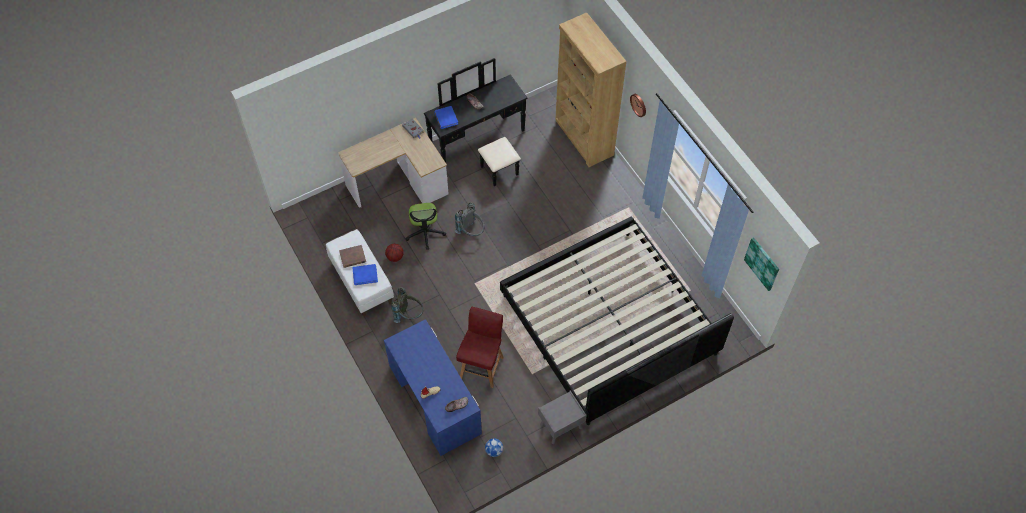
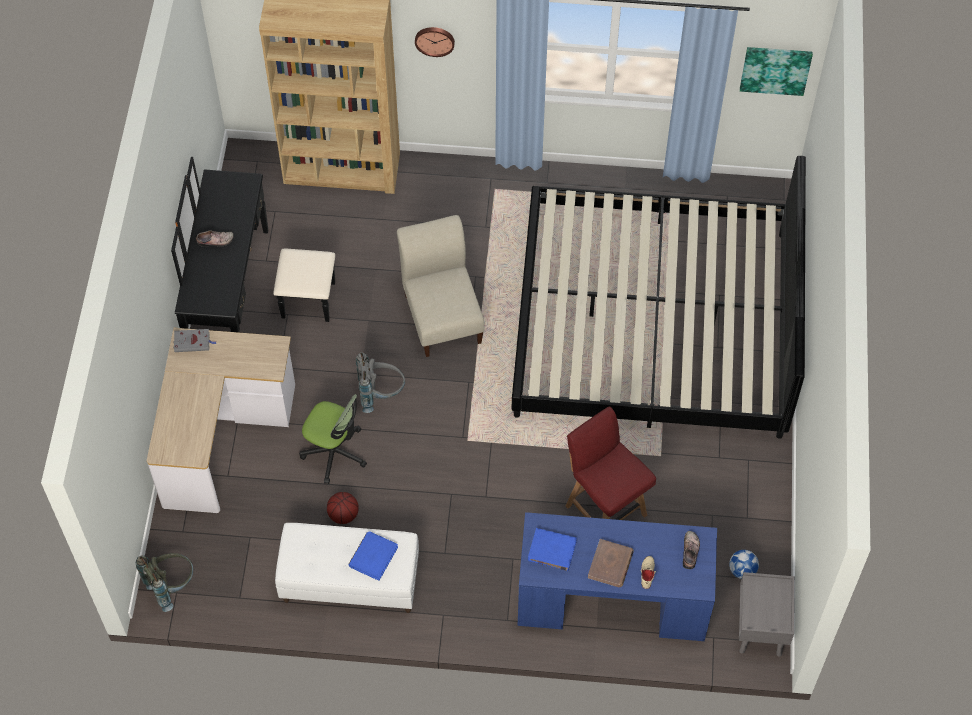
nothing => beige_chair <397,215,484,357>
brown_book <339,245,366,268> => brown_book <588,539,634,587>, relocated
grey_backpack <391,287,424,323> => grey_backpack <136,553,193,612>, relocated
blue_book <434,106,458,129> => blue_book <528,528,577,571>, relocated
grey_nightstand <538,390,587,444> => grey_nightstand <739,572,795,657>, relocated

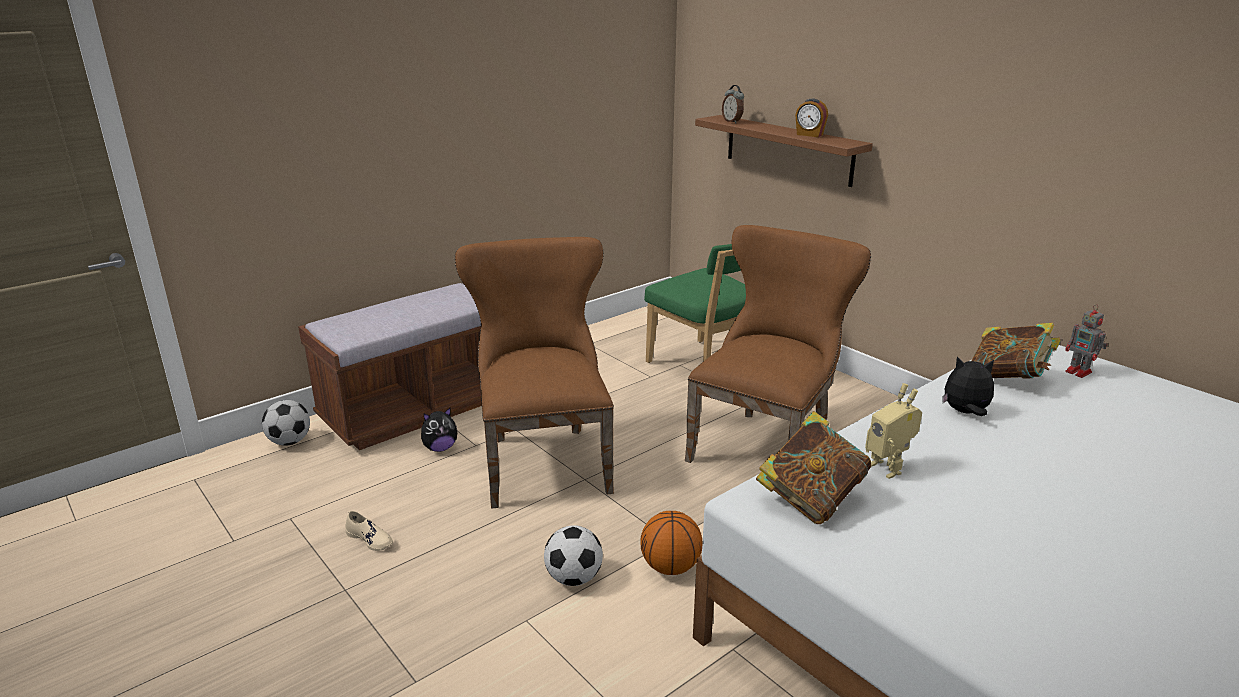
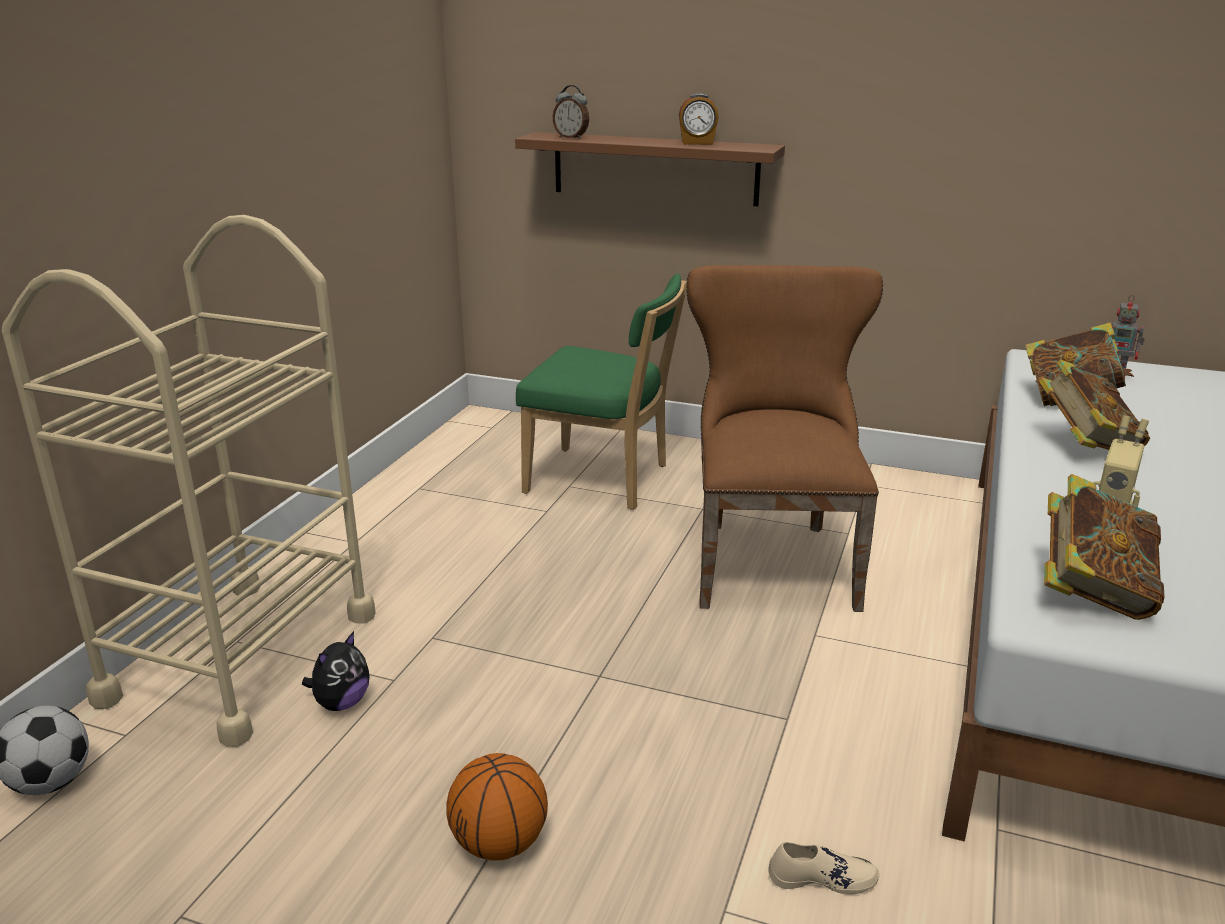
brown_chair <455,237,614,509> => nothing
football <544,525,603,586> => nothing
beige_shoe <345,511,393,551> => beige_shoe <768,842,879,895>, relocated
basketball <641,511,703,575> => basketball <446,753,548,861>, relocated
brown_bench <298,283,482,450> => beige_cart <2,215,376,747>
plush_toy <942,357,994,416> => book <1038,359,1150,450>

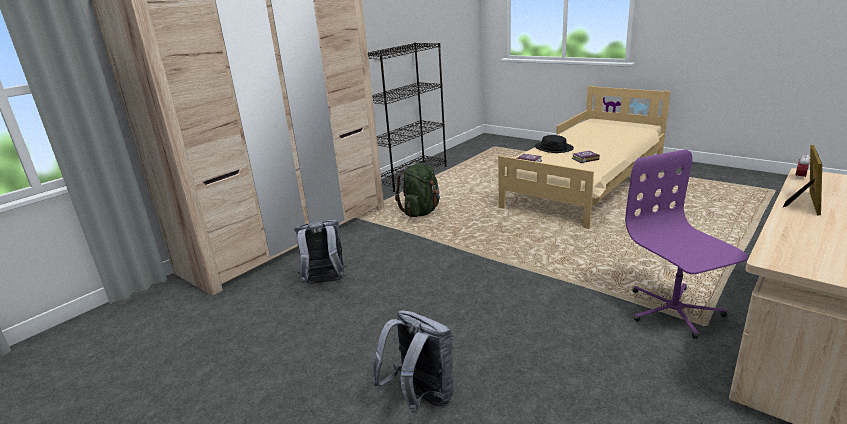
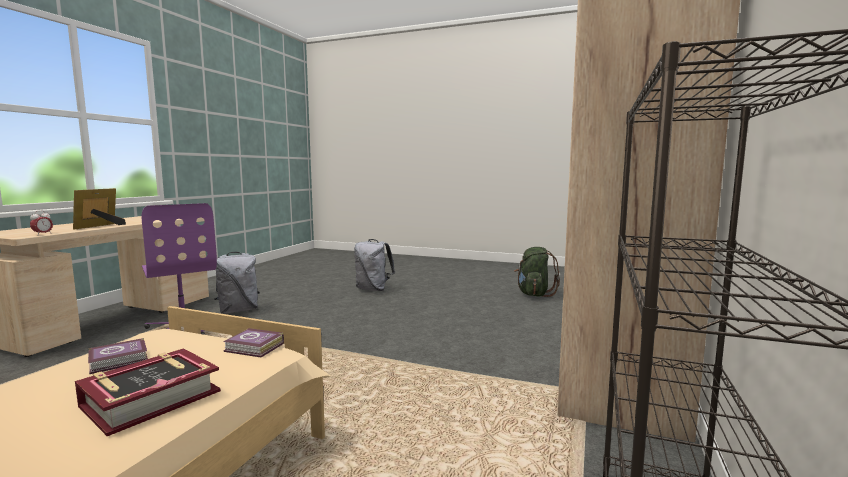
grey_backpack <294,220,348,284> => grey_backpack <214,252,260,314>, relocated
green_backpack <395,164,440,217> => green_backpack <514,247,560,297>, relocated
black_hat <535,135,574,153> => book <75,348,221,436>

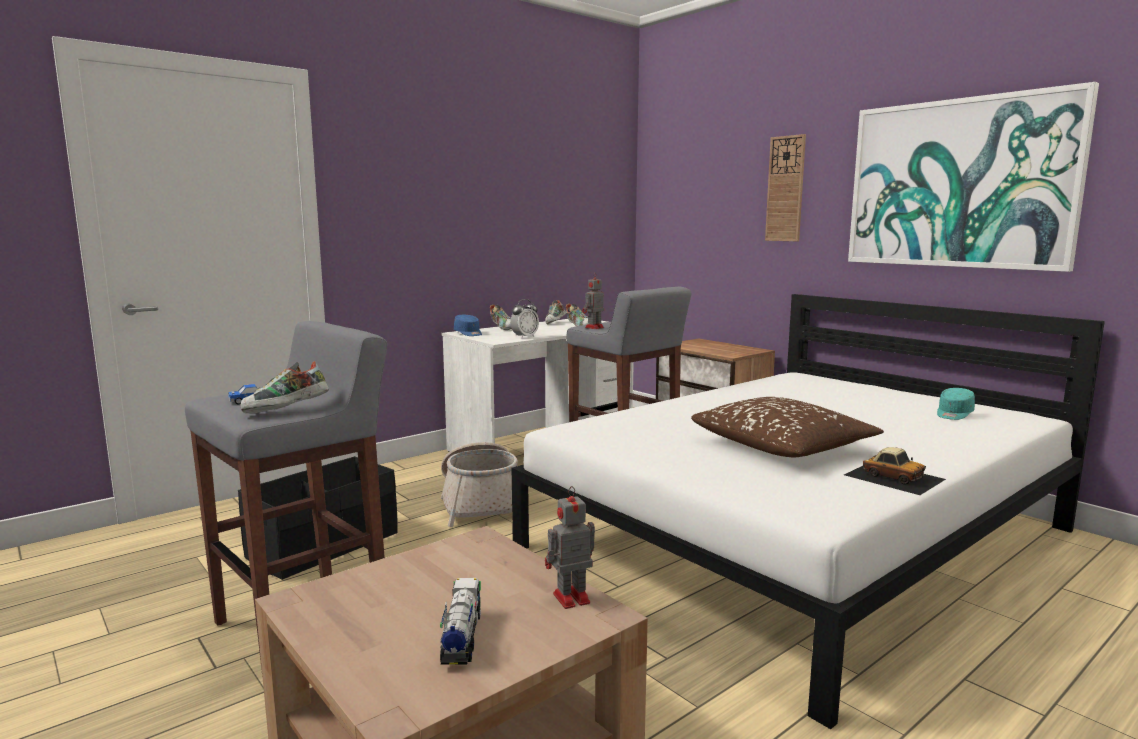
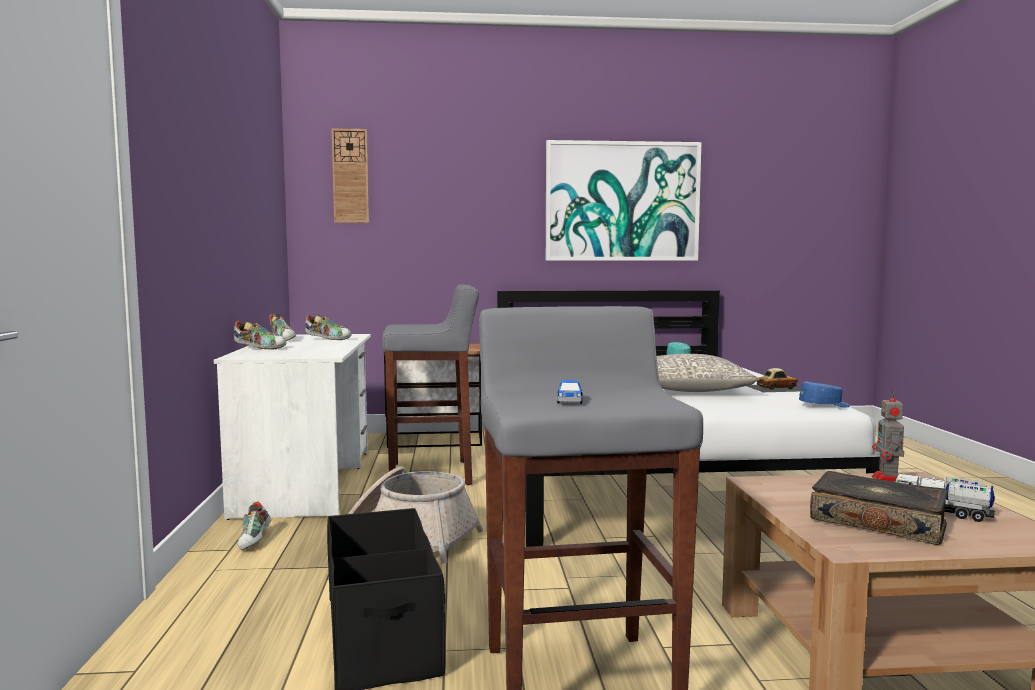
alarm_clock <510,299,539,339> => nothing
toy_robot <582,273,604,329> => nothing
nothing => book <810,471,948,545>
shoe <241,361,329,413> => shoe <238,501,271,550>, relocated
blue_cap <454,315,482,336> => blue_cap <799,382,851,408>, relocated
wall_clock <765,134,806,241> => wall_clock <332,128,369,223>, relocated
brown_pillow <691,397,884,458> => grey_pillow <657,354,760,392>

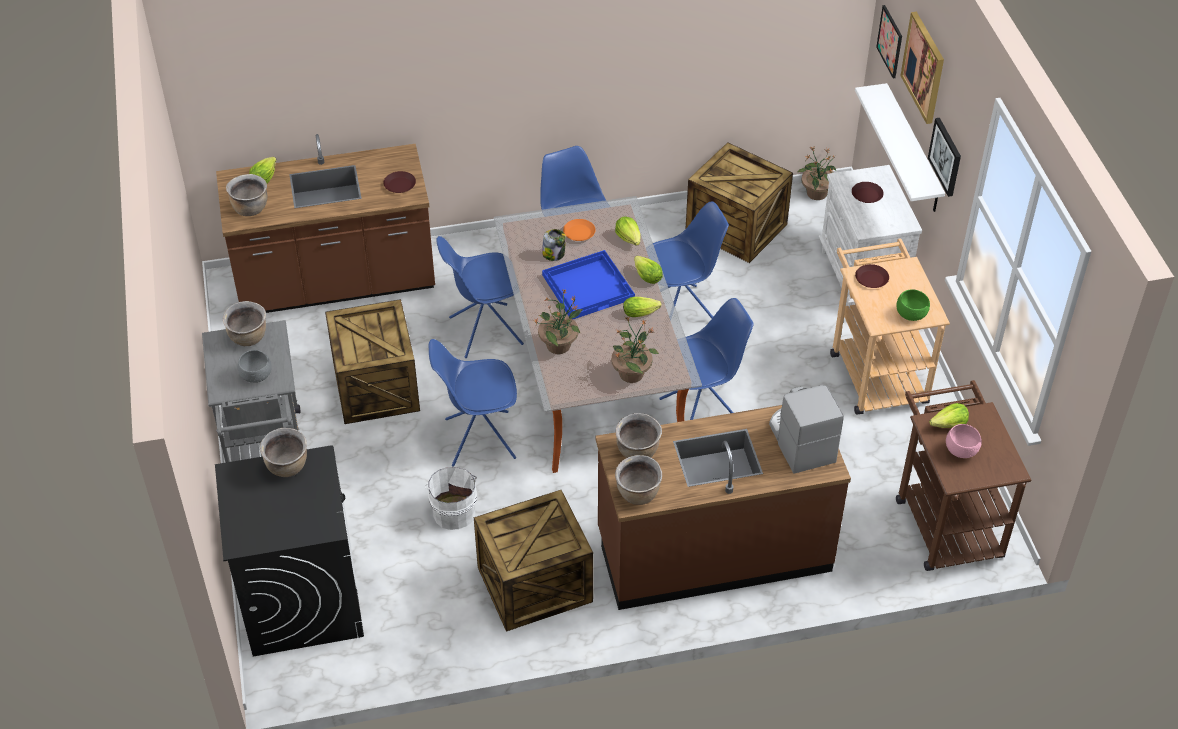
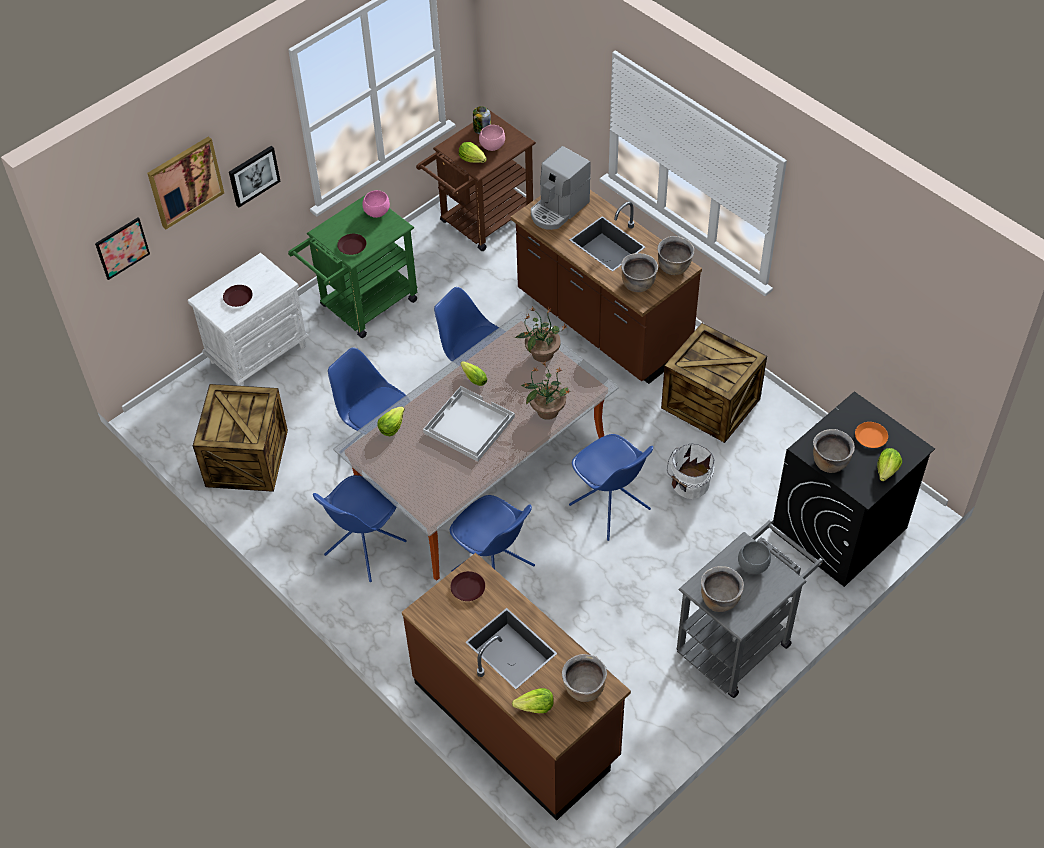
crate <325,299,420,424> => nothing
potted_plant <797,147,836,200> => nothing
white_shelf <855,83,945,212> => nothing
jar <542,229,566,261> => jar <473,106,491,134>, relocated
orange_plate <563,219,595,241> => orange_plate <855,422,888,448>, relocated
lettuce <634,256,663,284> => lettuce <877,448,902,481>, relocated
blue_tray <542,250,635,319> => white_tray <423,386,515,462>
beige_cart <830,238,950,415> => green_cart <288,193,418,338>
green_bowl <896,289,930,321> => pink_bowl <363,190,390,218>

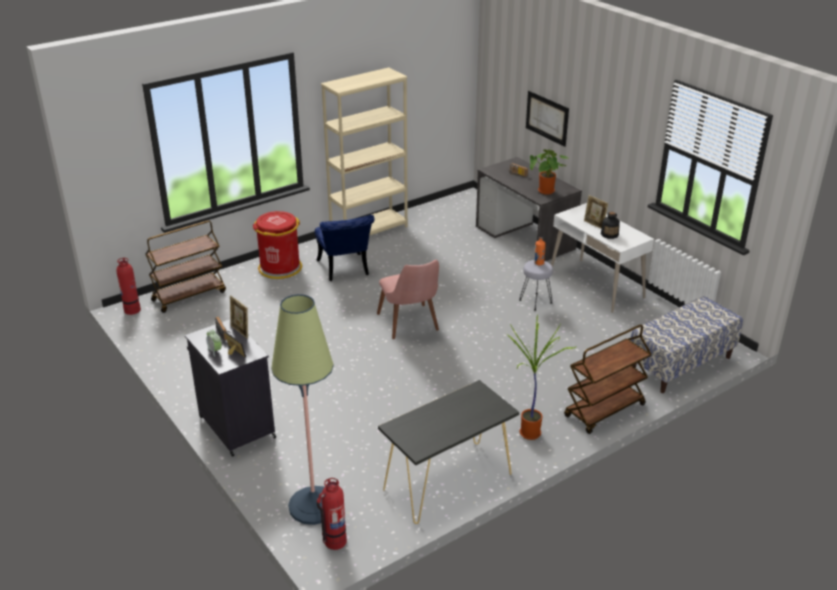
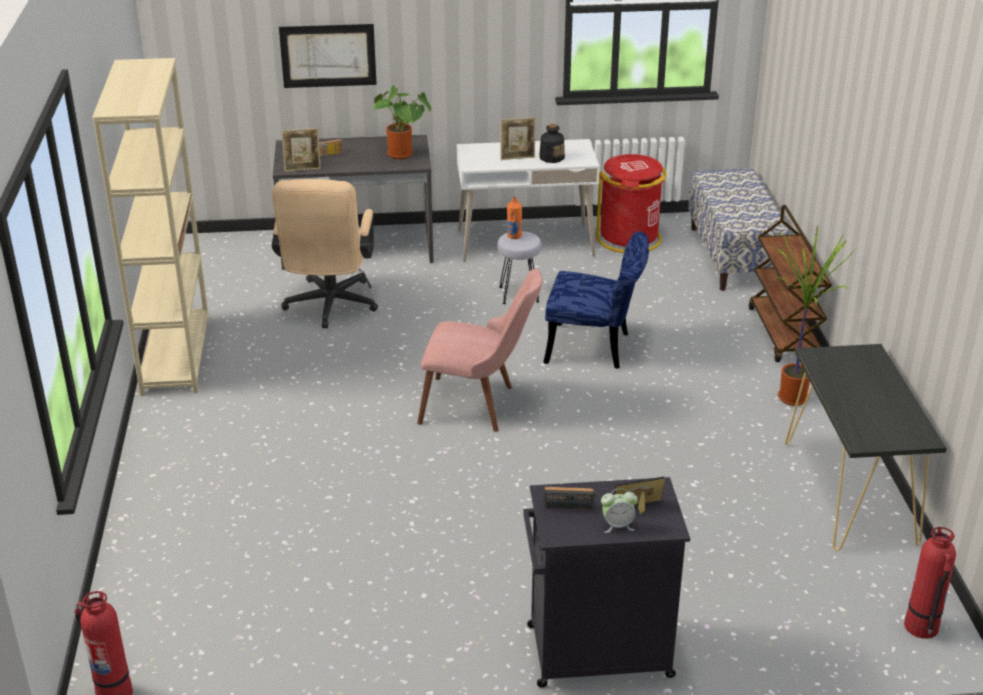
brown_cart <145,220,226,313> => nothing
floor_lamp <271,294,334,525> => nothing
nothing => beige_office_chair <272,179,378,328>
picture_frame <230,295,248,339> => picture_frame <282,128,321,172>, relocated
red_trash_can <253,211,302,279> => red_trash_can <596,154,667,253>, relocated
blue_chair <315,215,374,281> => blue_chair <544,231,649,369>, relocated

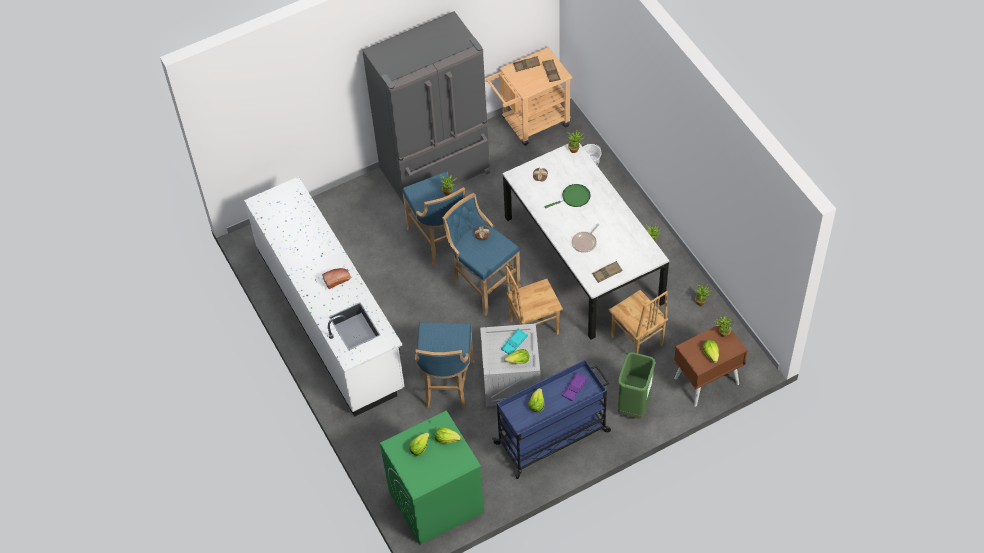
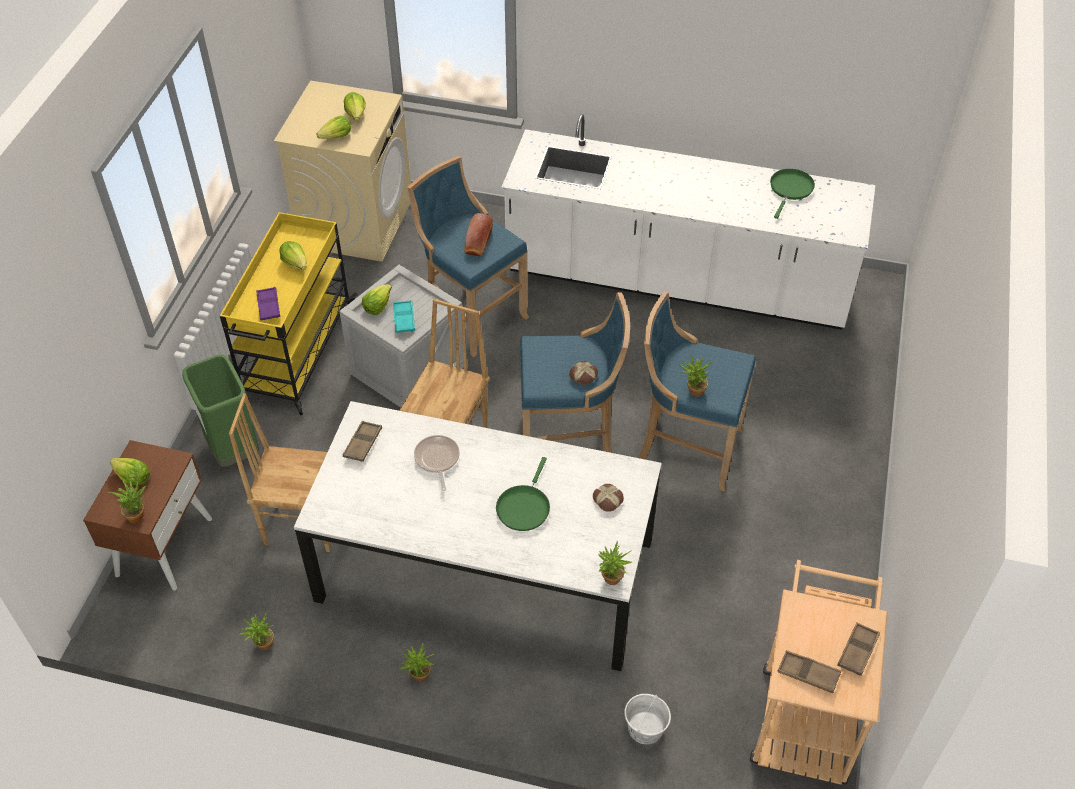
grey_fridge <362,11,490,204> => nothing
nothing => green_frying_pan <770,169,815,219>
bread <322,268,351,289> => bread <464,213,493,256>, relocated
green_washing_machine <380,410,484,545> => beige_washing_machine <274,80,411,262>
blue_cart <492,360,611,479> => yellow_cart <220,212,358,415>

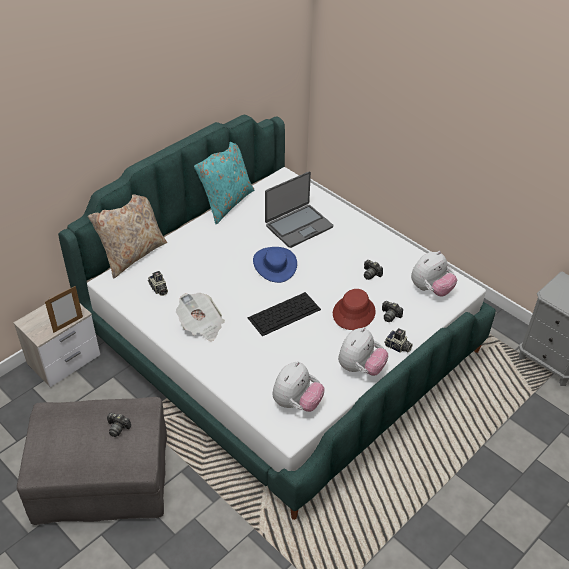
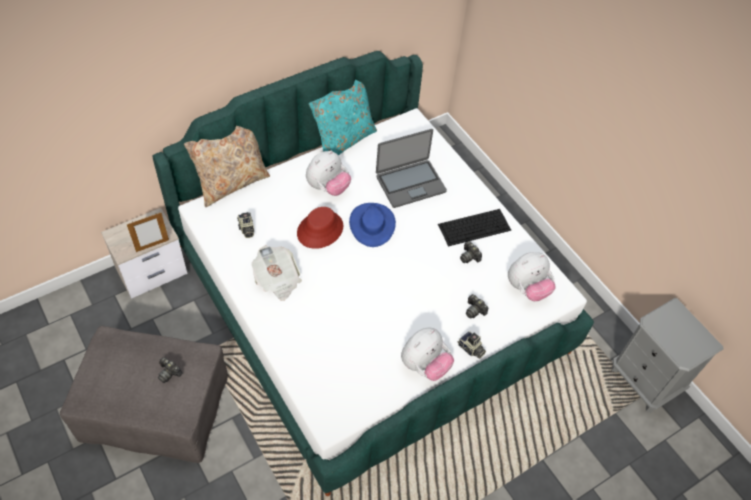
keyboard <247,292,321,336> => keyboard <438,209,511,246>, relocated
plush_toy <272,361,325,412> => plush_toy <306,150,351,196>, relocated
red_hat <333,289,376,330> => red_hat <297,207,344,249>, relocated

